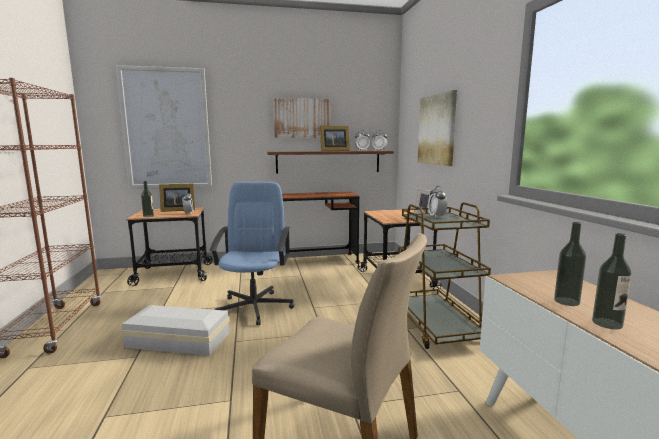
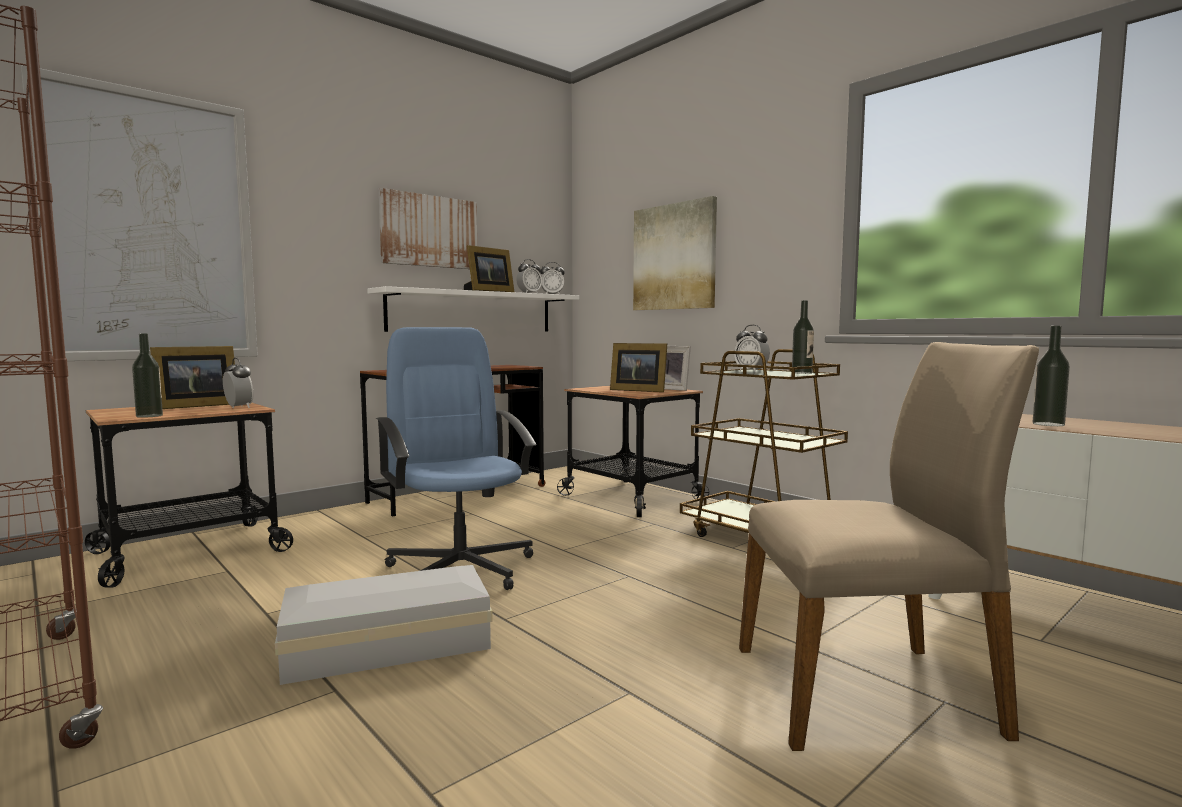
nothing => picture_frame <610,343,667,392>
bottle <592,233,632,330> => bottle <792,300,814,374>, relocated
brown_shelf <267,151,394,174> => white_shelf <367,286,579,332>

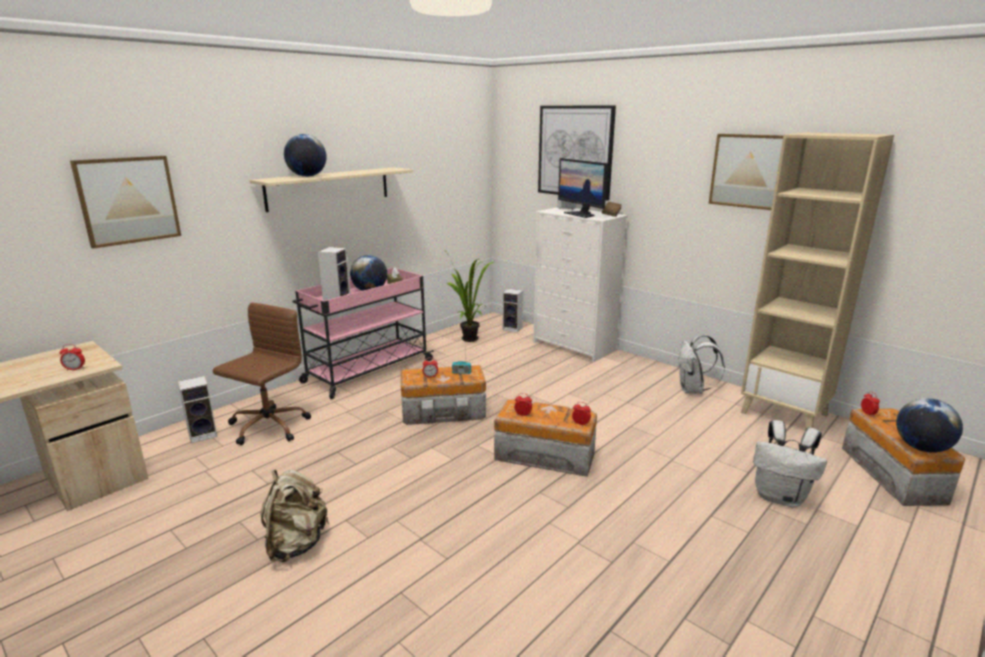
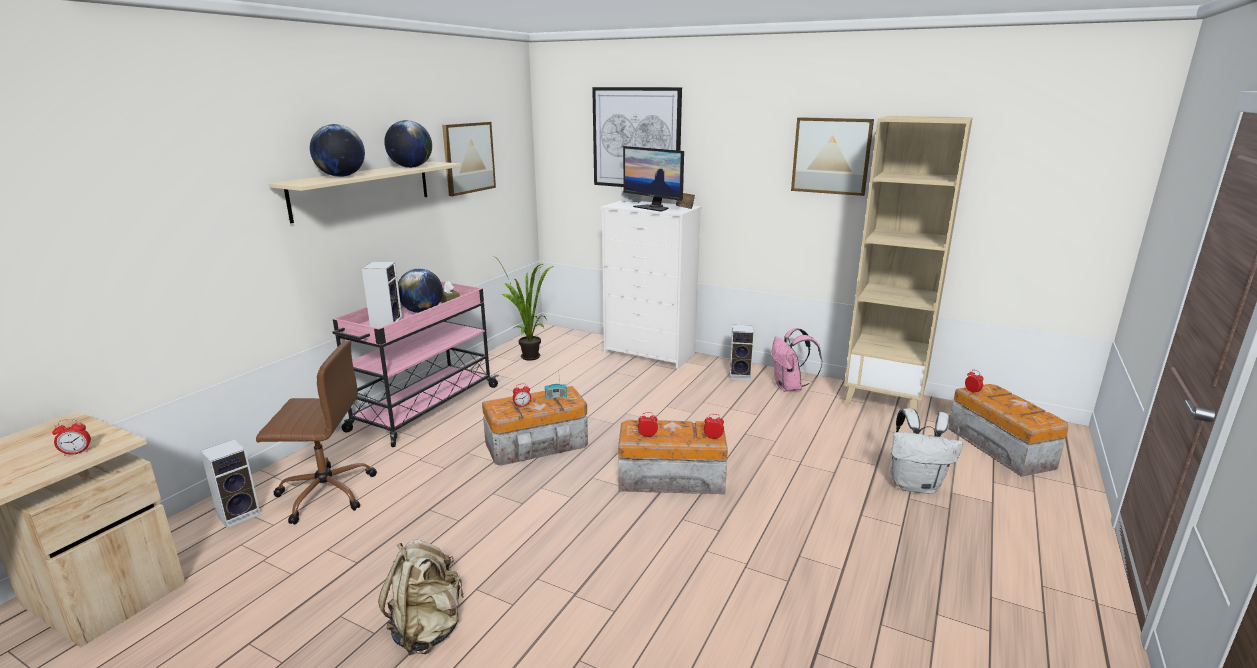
picture <70,156,181,249> => picture <442,122,496,196>, relocated
speaker <503,289,523,333> => speaker <730,325,754,380>, relocated
globe <896,398,963,453> => globe <384,120,432,168>, relocated
white_backpack <678,335,725,394> => pink_backpack <771,328,822,392>
brown_office_chair <213,303,311,445> => brown_office_chair <256,340,377,525>, 75 degrees clockwise

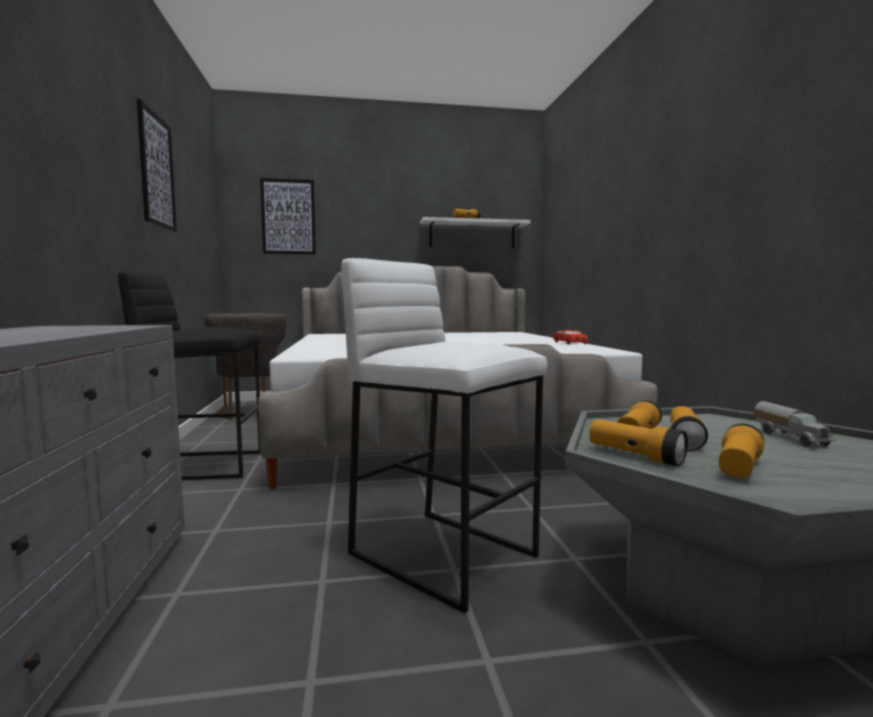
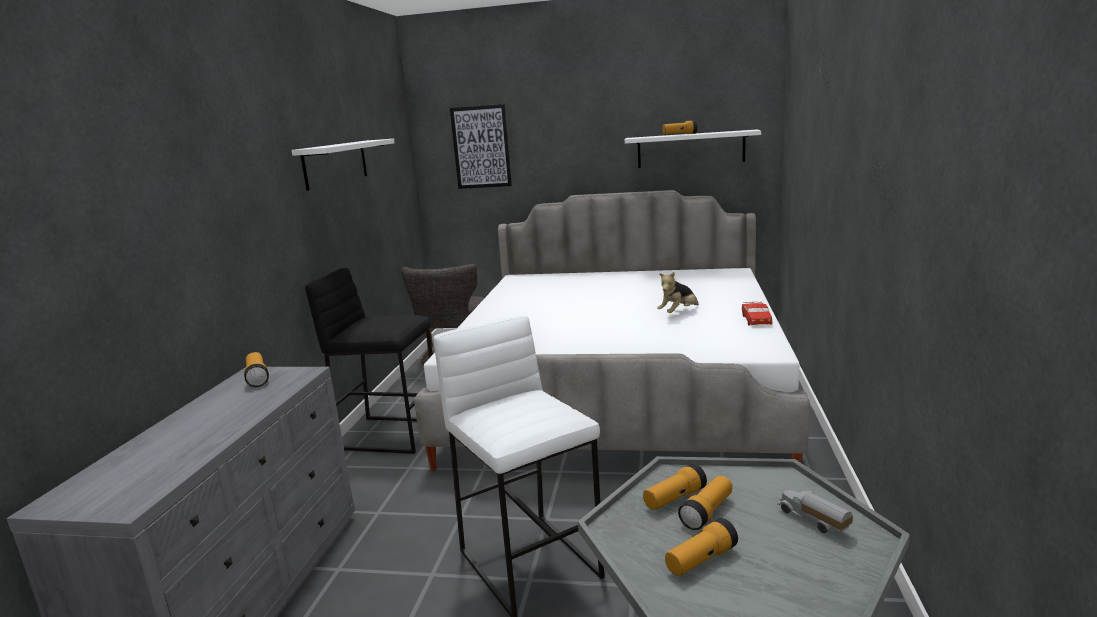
nothing => plush_toy <657,272,699,313>
flashlight <589,419,688,467> => flashlight <244,352,269,387>, relocated
picture <137,98,177,233> => white_shelf <292,139,395,191>
toy_truck <753,401,836,447> => toy_truck <777,490,853,533>, 135 degrees clockwise

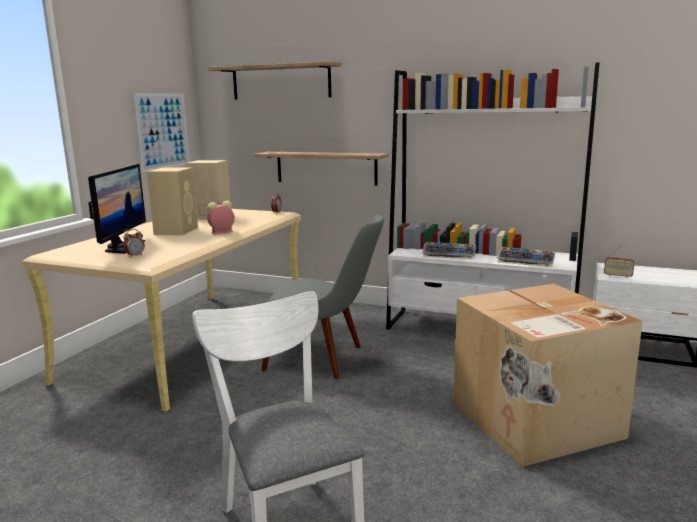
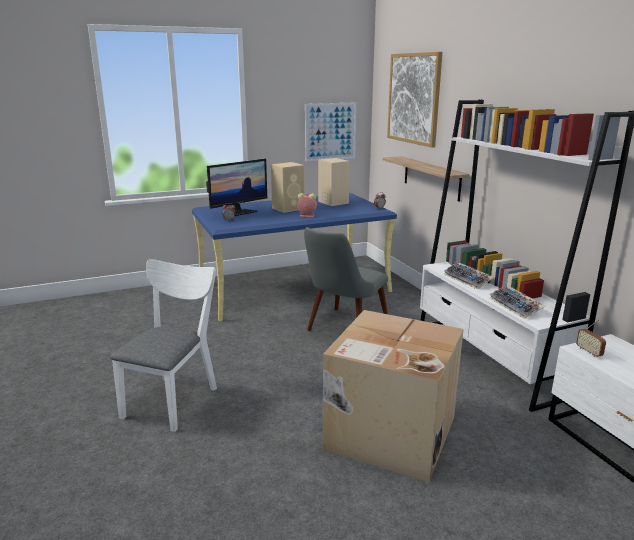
shelf <208,61,342,99> => picture <387,52,442,148>
beige_desk <22,209,301,411> => blue_desk <192,193,397,322>
grey_chair <261,215,384,379> => grey_chair <304,227,388,331>, 60 degrees clockwise

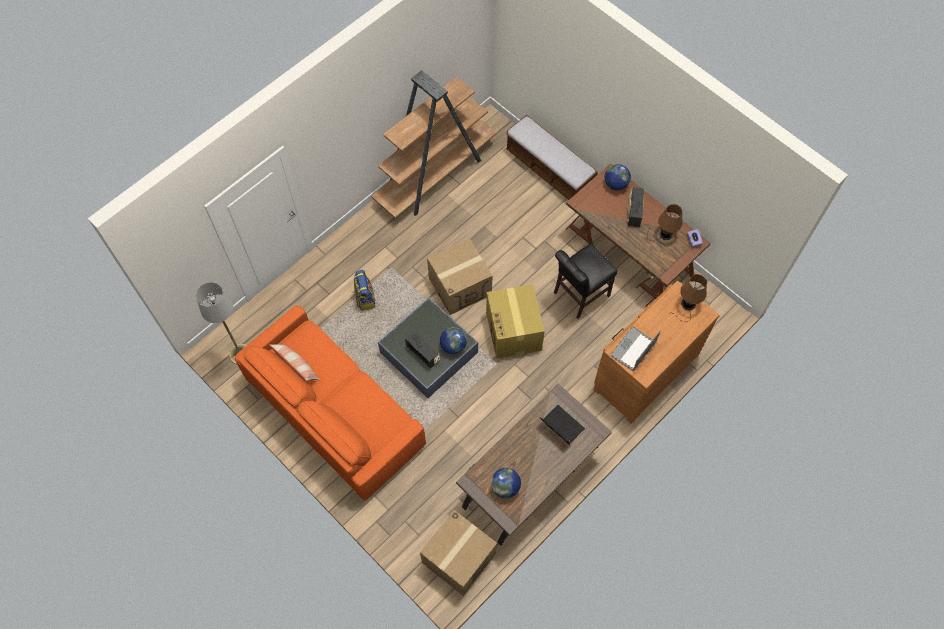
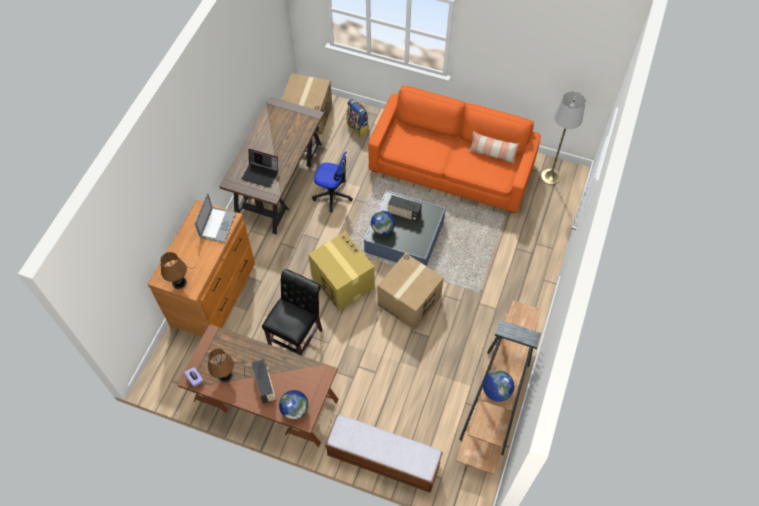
nothing => office_chair <312,152,353,212>
backpack <354,270,375,311> => backpack <346,99,369,136>, relocated
globe <491,468,521,498> => globe <483,370,514,402>, relocated

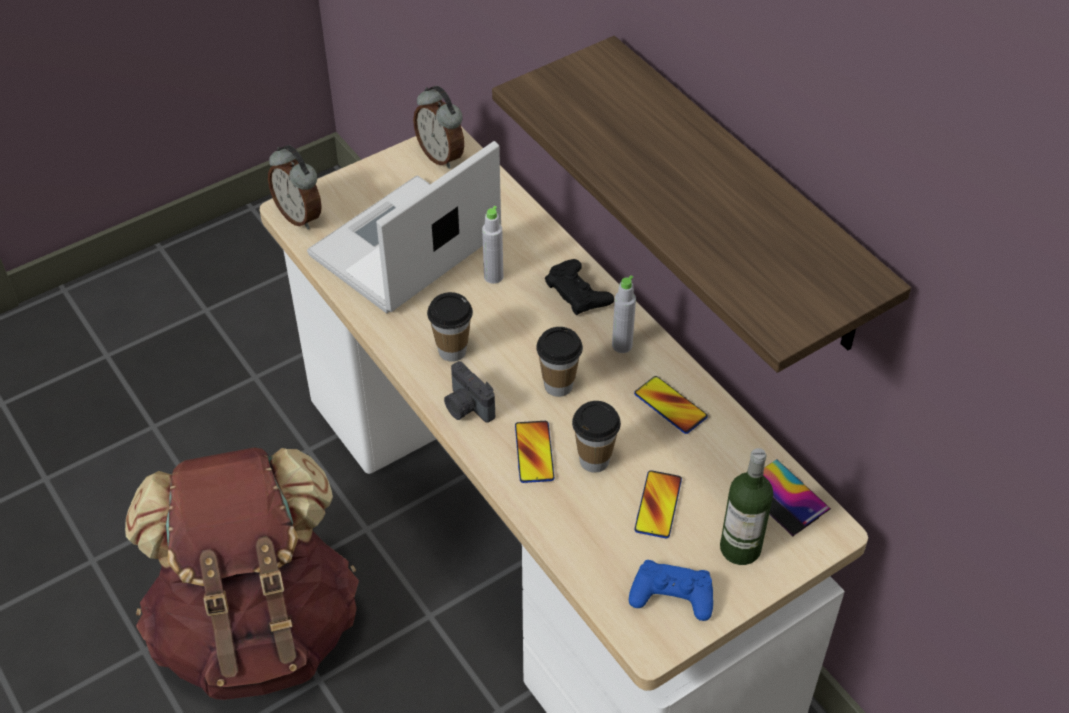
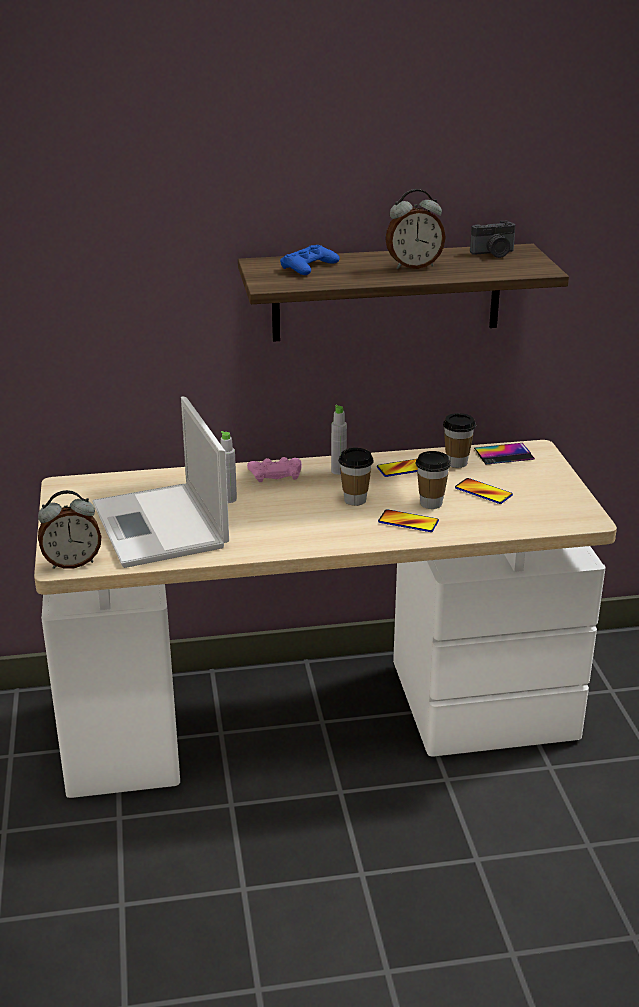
brown_backpack <125,448,359,700> => nothing
bottle <720,448,773,565> => nothing
alarm_clock <413,86,464,169> => alarm_clock <385,189,446,269>, relocated
cup <427,292,473,362> => cup <443,413,476,468>, relocated
photo_camera <444,361,495,423> => photo_camera <470,221,515,258>, relocated
blue_game_controller <629,560,713,621> => blue_game_controller <280,245,340,275>, relocated
black_game_controller <545,259,614,315> => pink_game_controller <247,457,302,482>

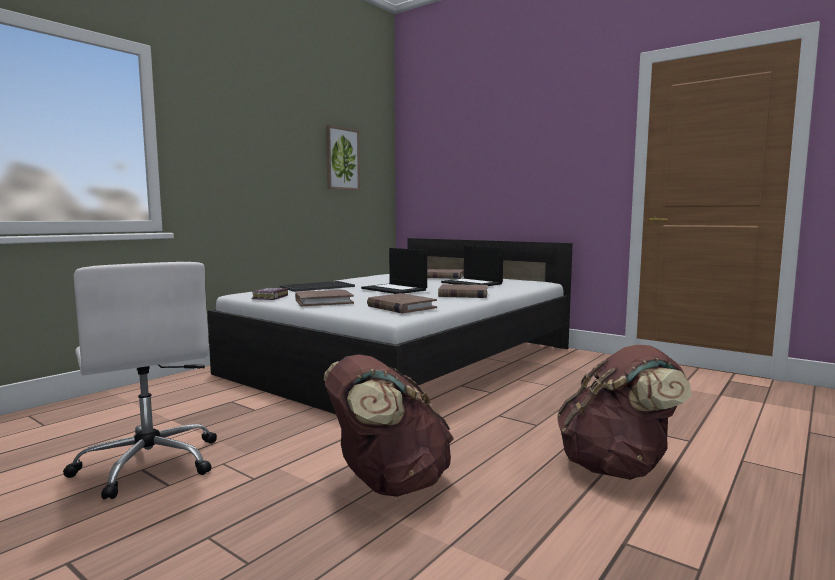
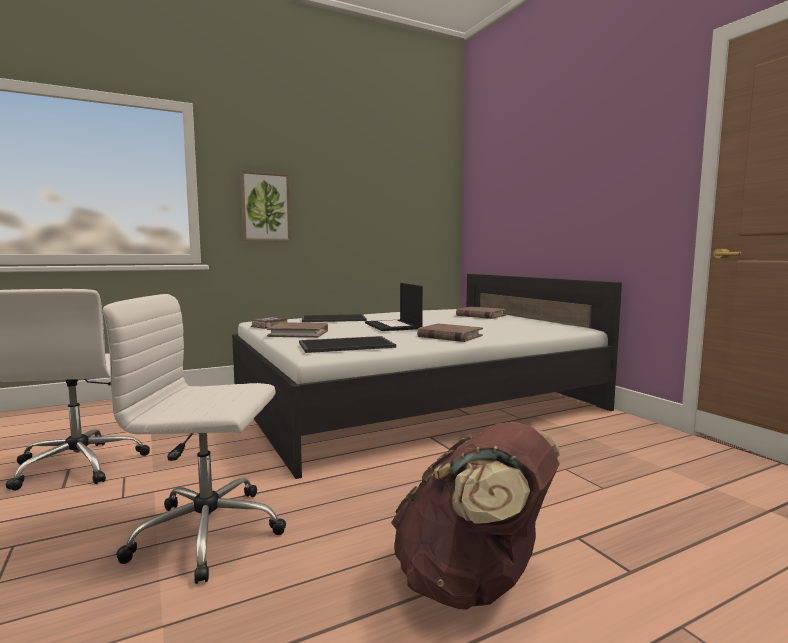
laptop <441,245,503,286> => nothing
picture <326,125,360,191> => picture <240,170,291,242>, relocated
brown_backpack <324,354,454,497> => white_office_chair <103,294,286,584>
brown_book <367,293,437,313> => tray <299,336,396,353>

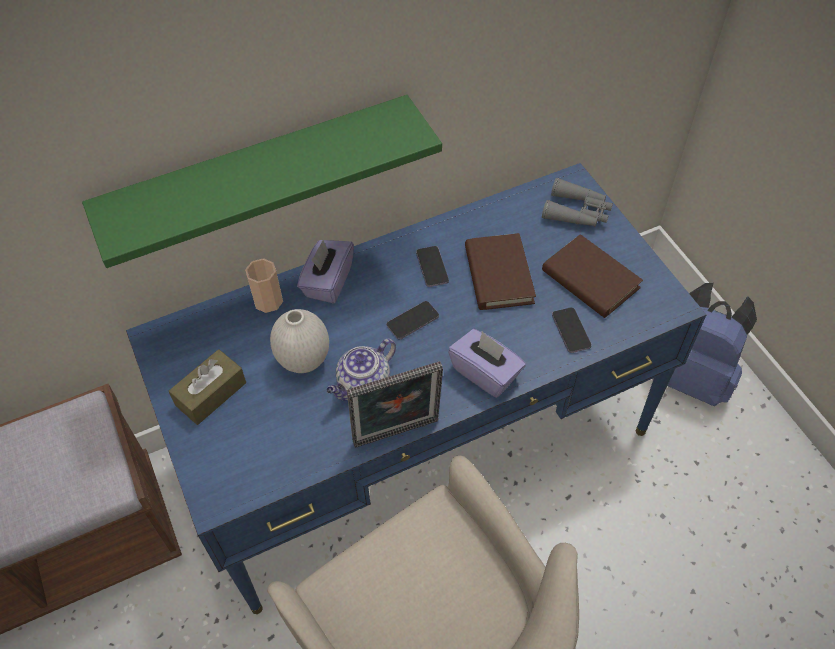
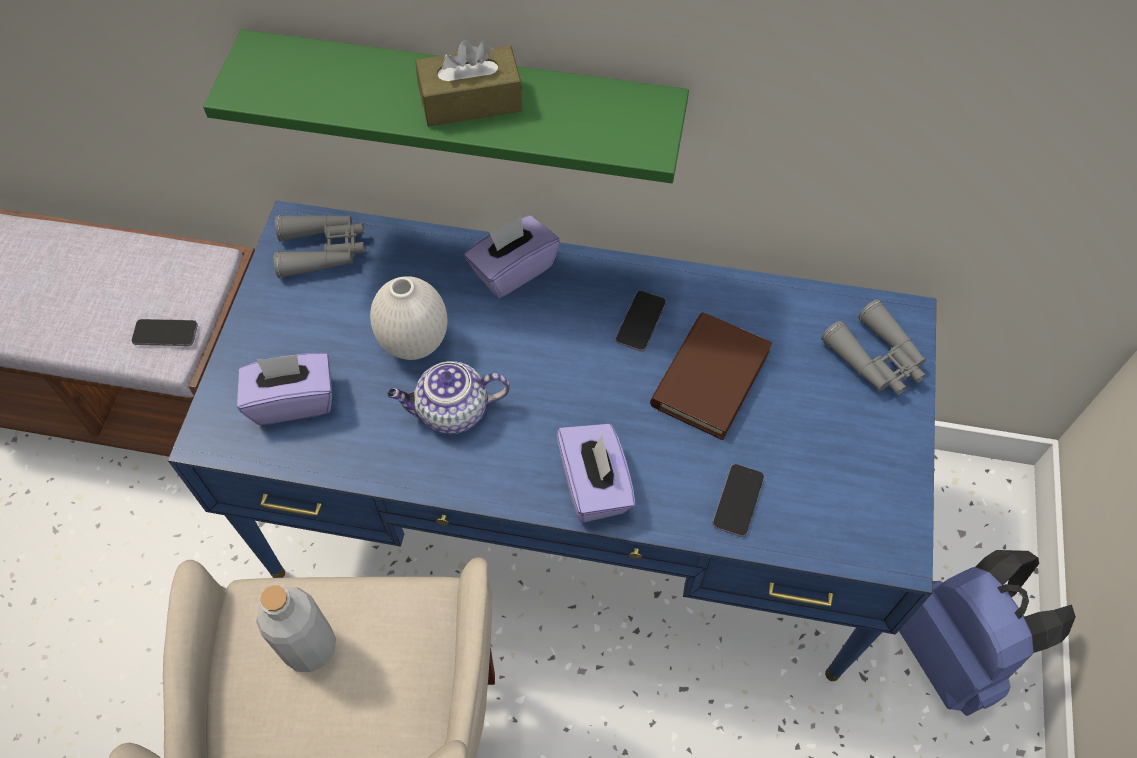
cup <245,258,283,313> => nothing
picture_frame <347,361,443,448> => nothing
brown_book <542,234,643,318> => nothing
nothing => purple_tissue_box <237,353,332,425>
nothing => grey_bottle <256,585,336,672>
nothing => grey_binoculars <274,215,365,278>
brown_tissue_box <169,349,246,425> => brown_tissue_box <415,40,522,127>, relocated
phone <387,301,439,339> => phone <132,319,198,346>, relocated

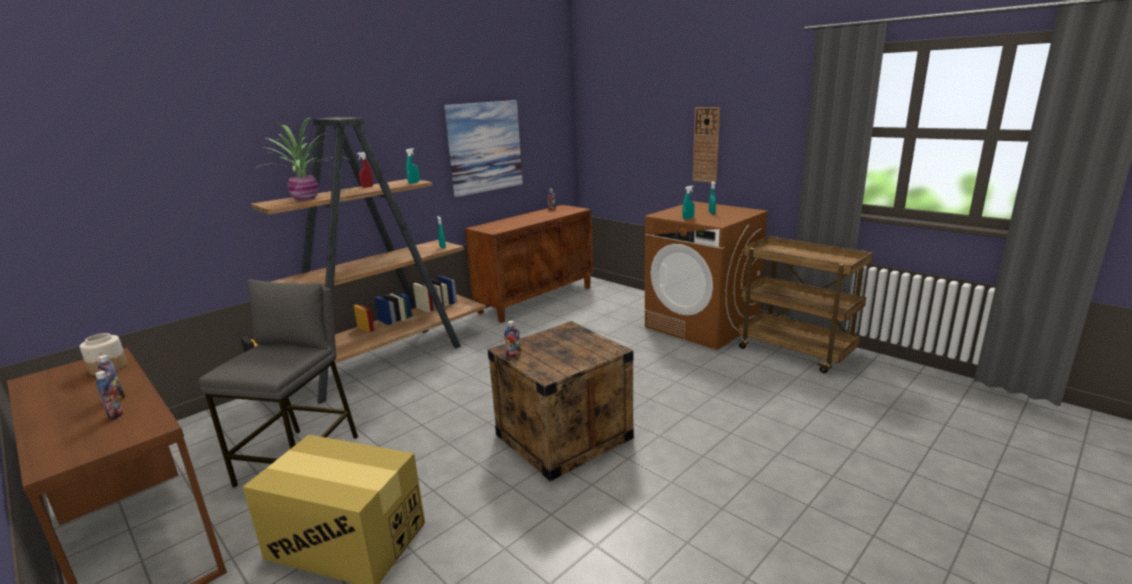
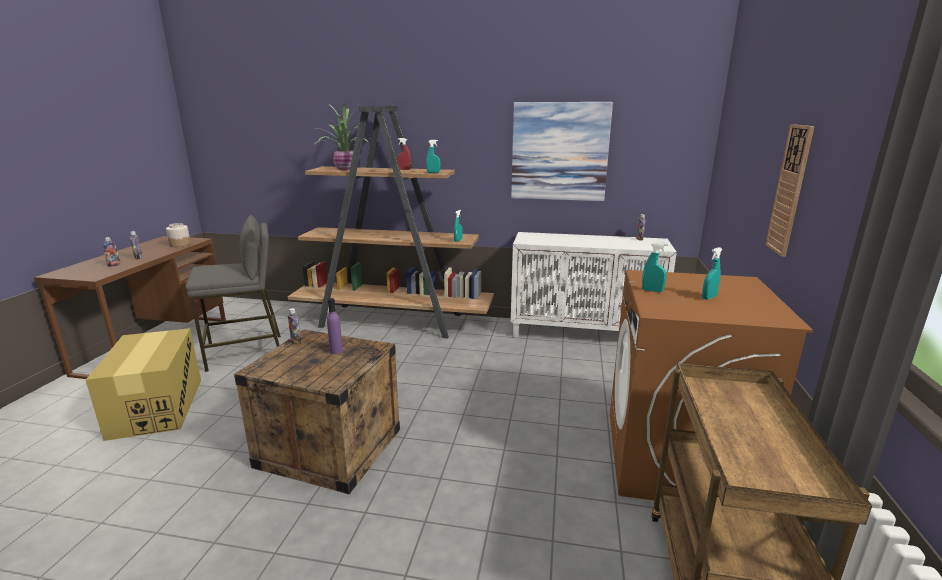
nothing => purple_bottle <327,298,343,354>
brown_cabinet <465,205,593,323> => white_cabinet <511,232,677,337>

